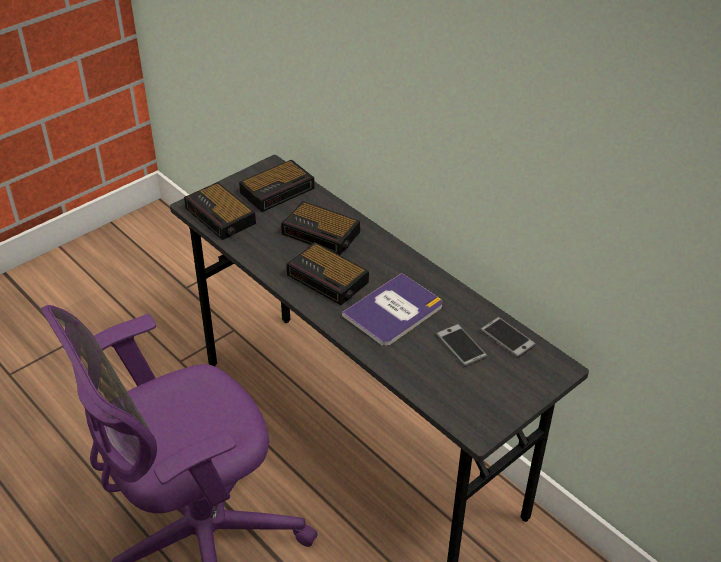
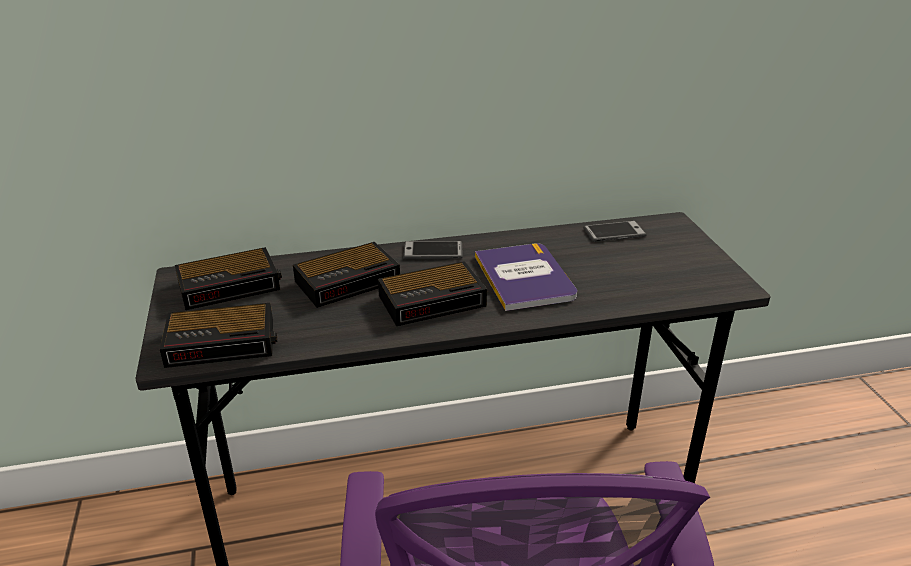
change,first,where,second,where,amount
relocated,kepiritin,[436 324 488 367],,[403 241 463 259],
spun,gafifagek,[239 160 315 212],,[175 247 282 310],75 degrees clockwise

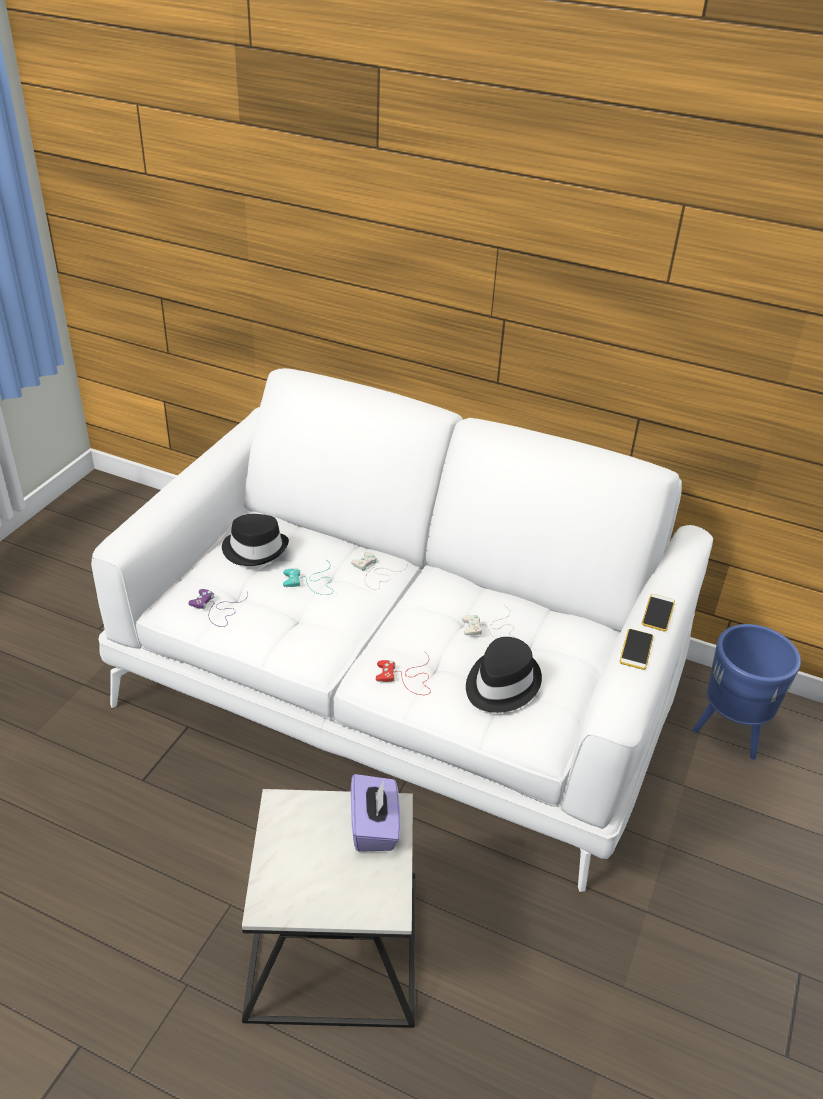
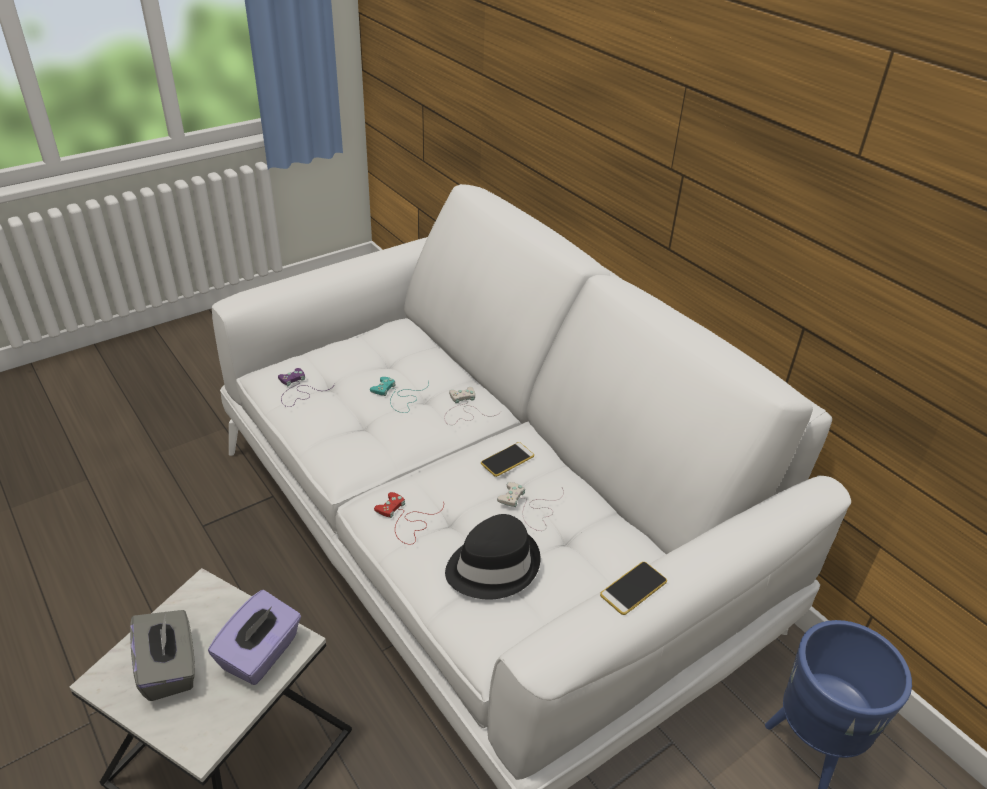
change,first,where,second,where,amount
missing,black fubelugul,[222 514 289 566],,,
appeared,,,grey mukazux,[130 610 195 701],
relocated,kepiritin,[642 594 675 631],,[481 442 534 477],

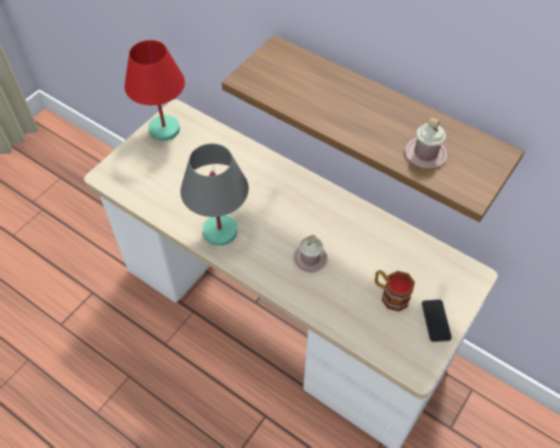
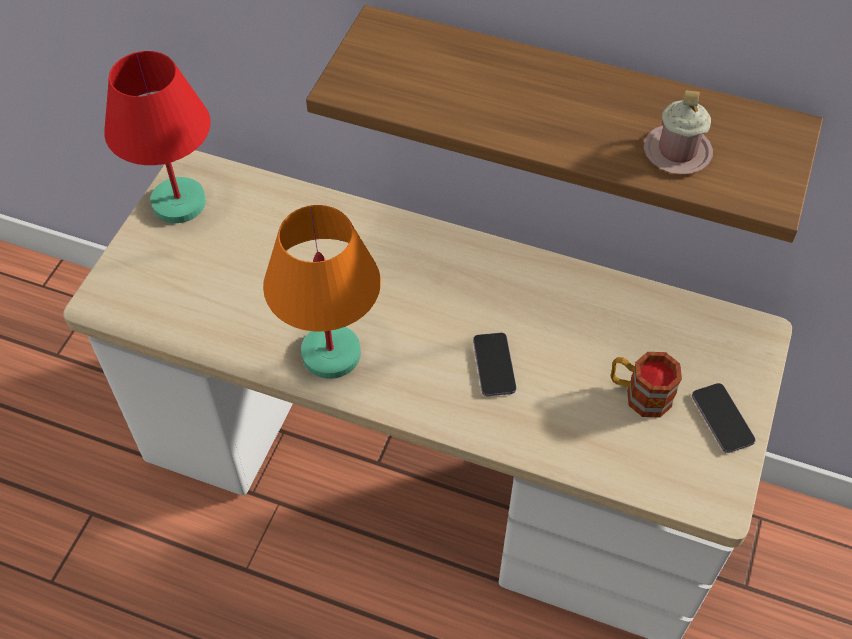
change,first,where,second,where,amount
exchanged,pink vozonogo,[293 234 327 272],kepiritin,[473 333 516 396],
colour,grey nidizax,[180 143 249 246],orange nidizax,[263 205 381 379],

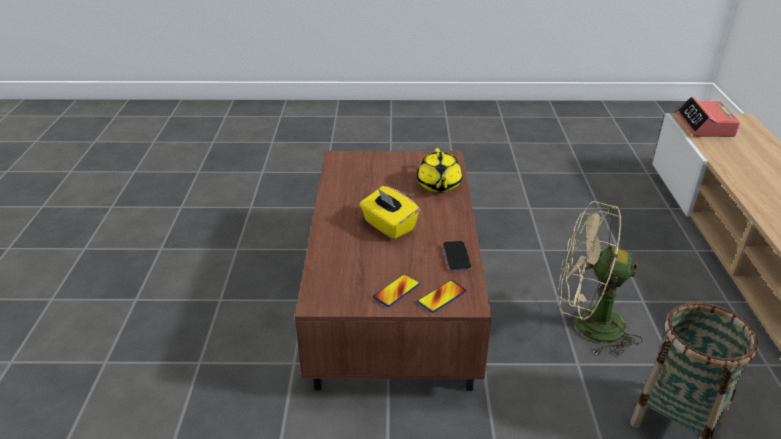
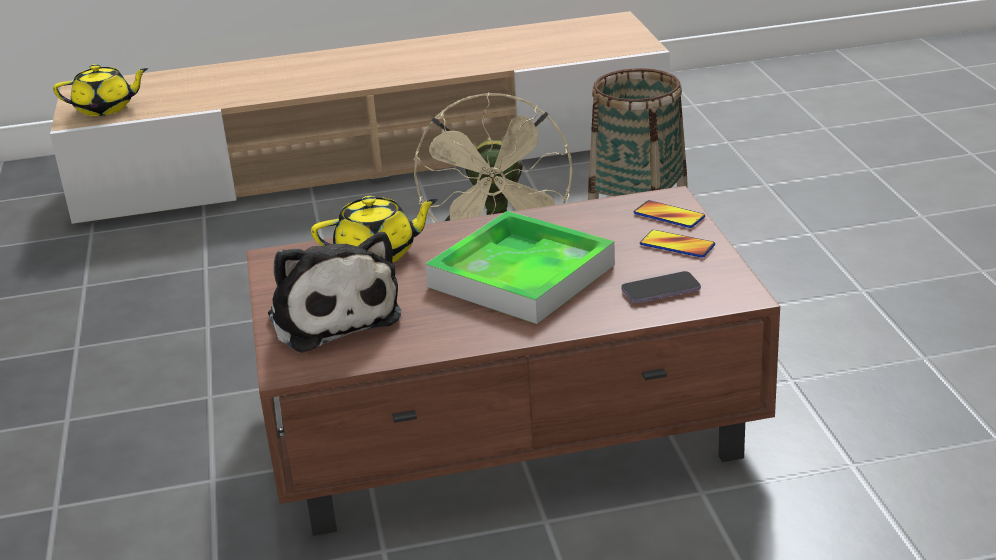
change,first,where,second,where,amount
appeared,,,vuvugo,[268 232 402 353],
relocated,kepiritin,[443 241 471 271],,[622 271 701 303],
exchanged,yellow mukazux,[359 186 420 239],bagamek,[425 211 615 324],
exchanged,gafifagek,[676 97 740 137],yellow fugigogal,[53 64 149 116],

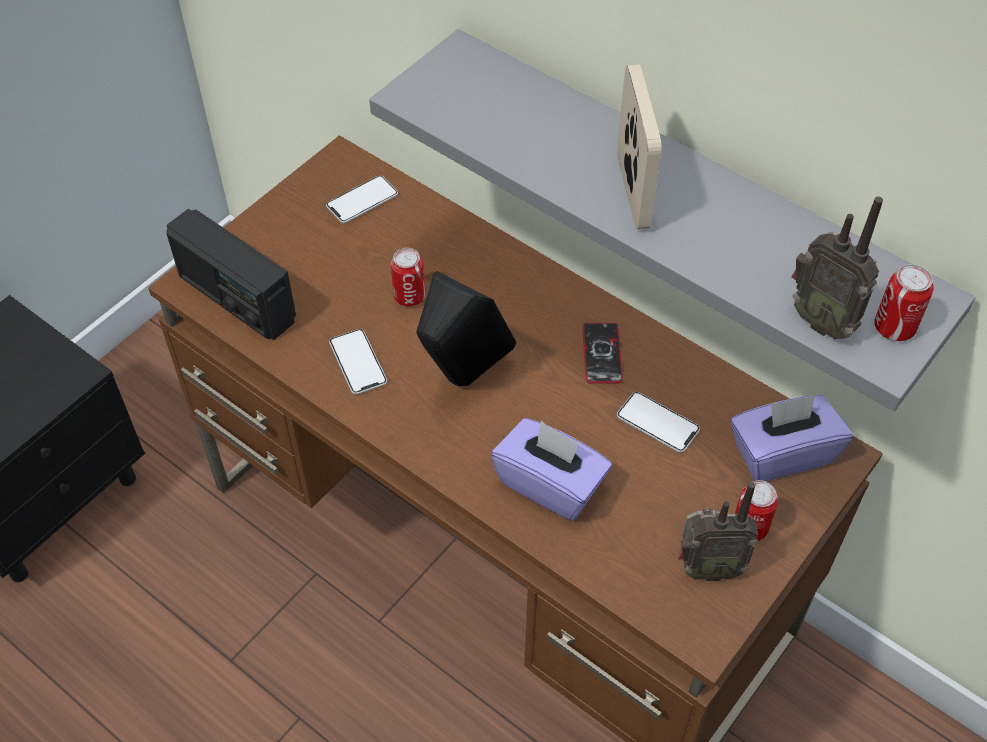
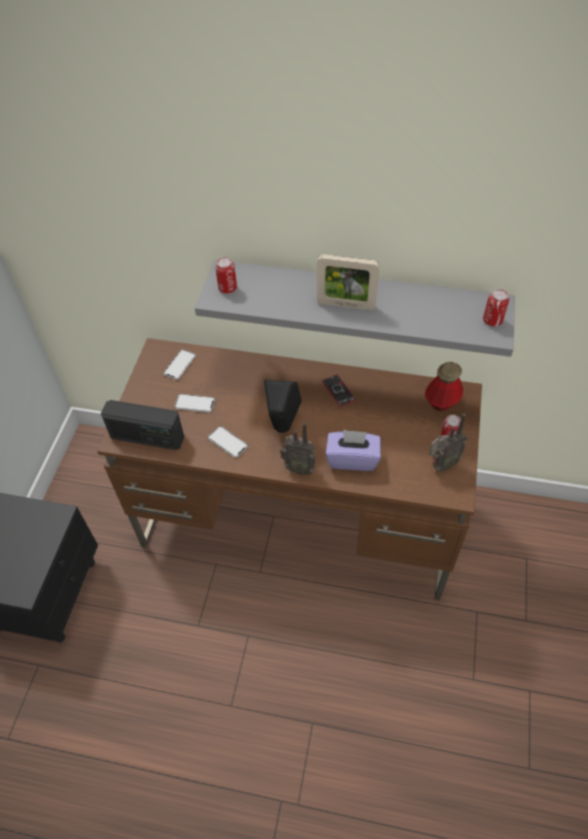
change,first,where,second,where,amount
relocated,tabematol,[391 248 426 307],,[215 257 237 294],
relocated,kepiritin,[617 392 700 453],,[174 394 215 413],
relocated,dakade,[792 197 883 339],,[280 422 315 475],
exchanged,purple mukazux,[730 395 853 481],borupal,[425 362 463 411],
spun,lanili,[617 65 661 229],,[317 254 379 310],135 degrees clockwise

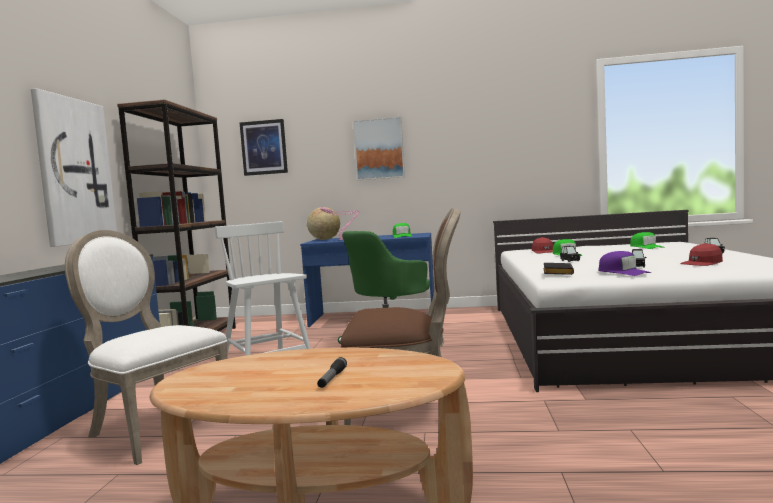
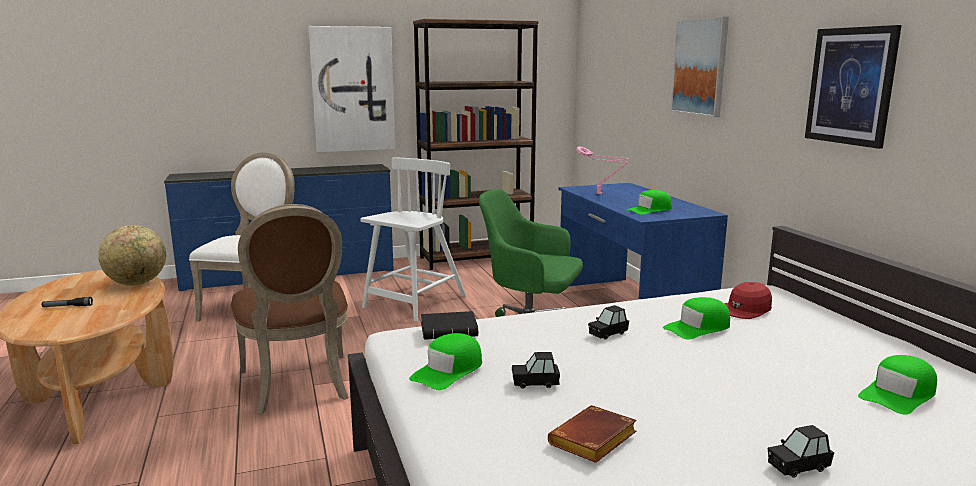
change,first,where,second,where,amount
relocated,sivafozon,[240 119 288 176],,[805 25 902 149],
relocated,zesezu,[307 207 340 240],,[98 225 166 286],
exchanged,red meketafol,[680 243 723 266],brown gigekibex,[548 405 637 463],
colour,purple meketafol,[599 251 651 276],green meketafol,[409 333 482 390],

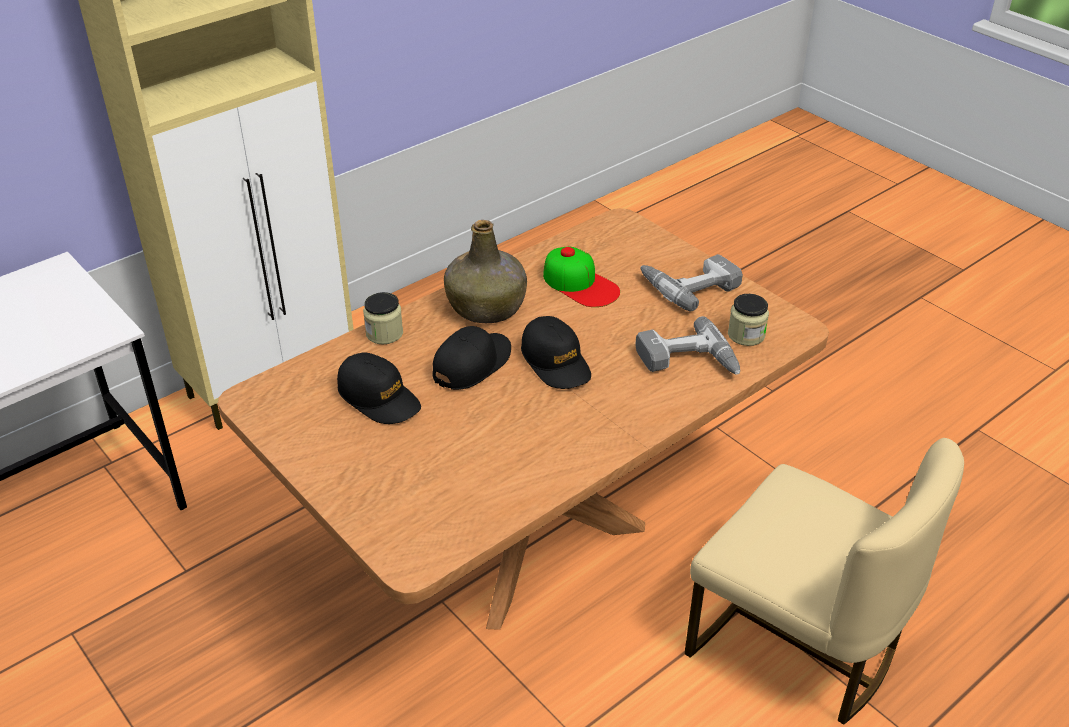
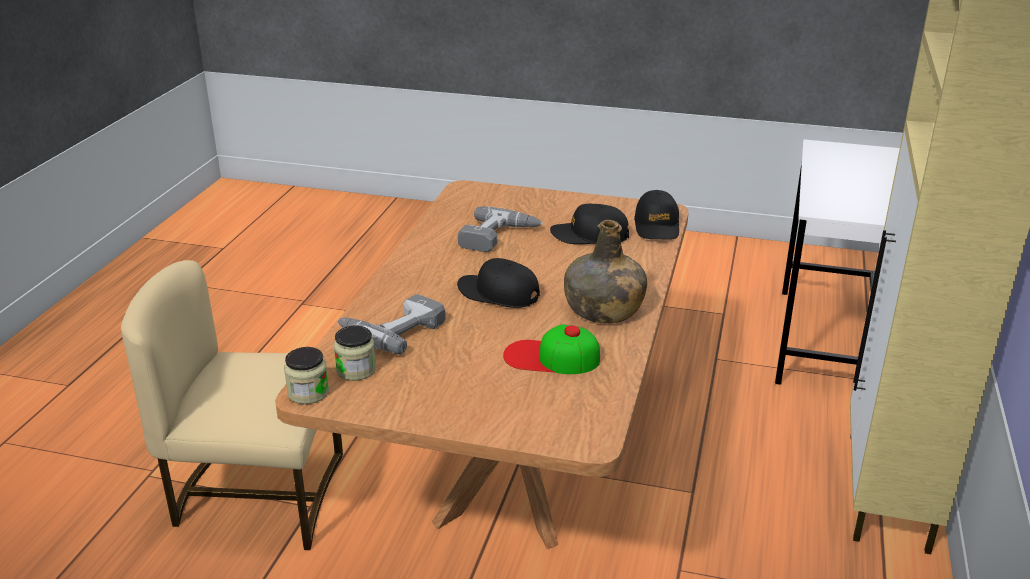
change,first,where,second,where,amount
relocated,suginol,[363 292 403 344],,[284 347 329 404],
relocated,black meketafol,[432 326 511 390],,[634 190 679 240],
relocated,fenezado,[641 254 743 312],,[458 206 543 252],

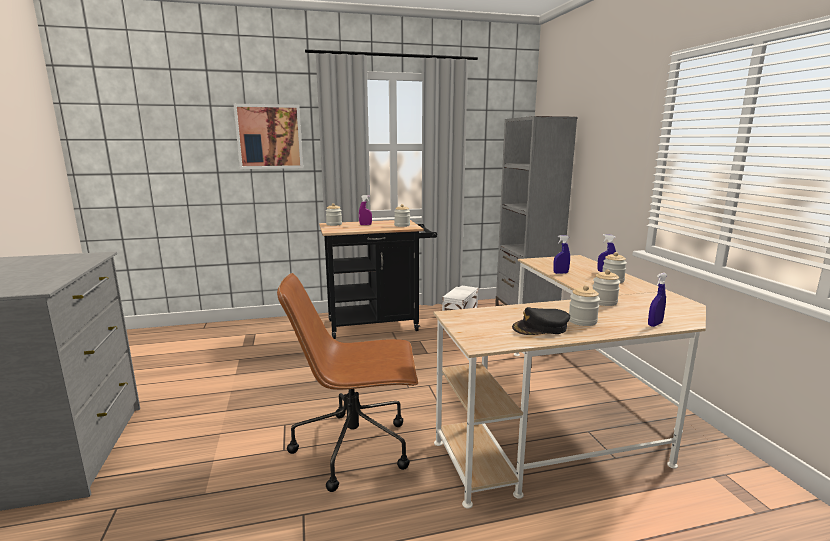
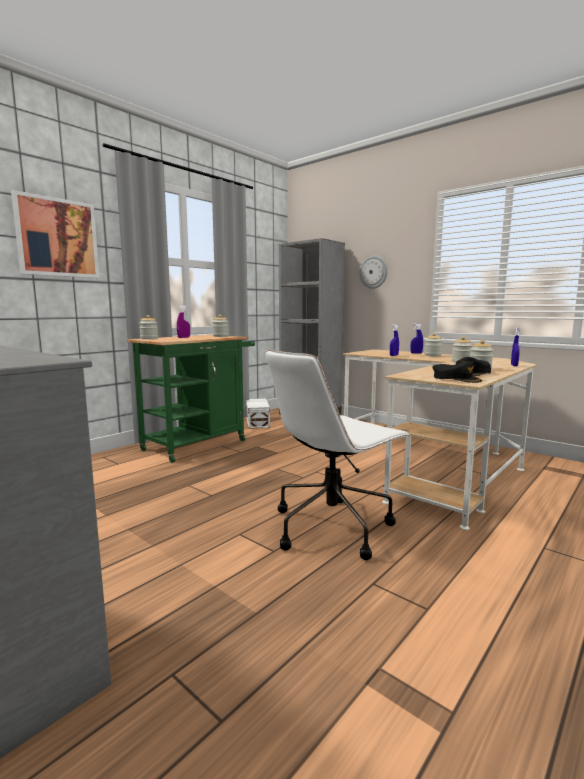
change,first,where,second,where,amount
appeared,,,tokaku,[359 255 388 289],
appeared,,,black meketafol,[432 361 482 383],
colour,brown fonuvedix,[277 273 418 492],white fonuvedix,[266 350 410 560],
colour,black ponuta,[319 220 437 339],green ponuta,[127 335 255 463],

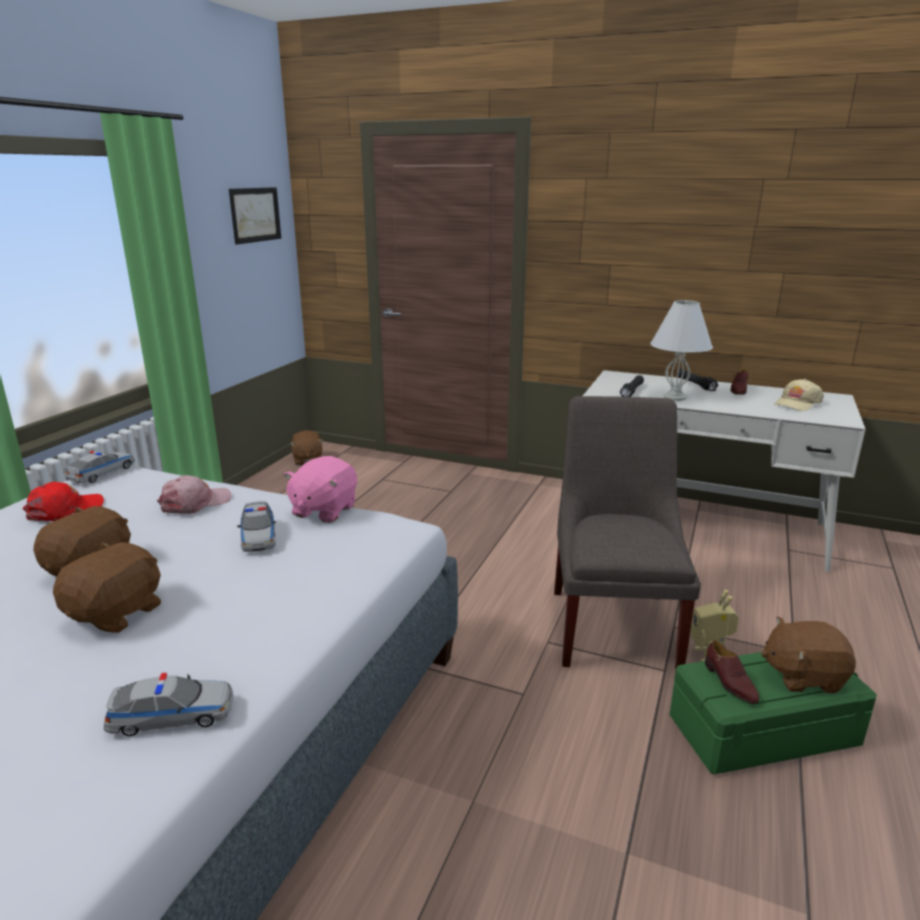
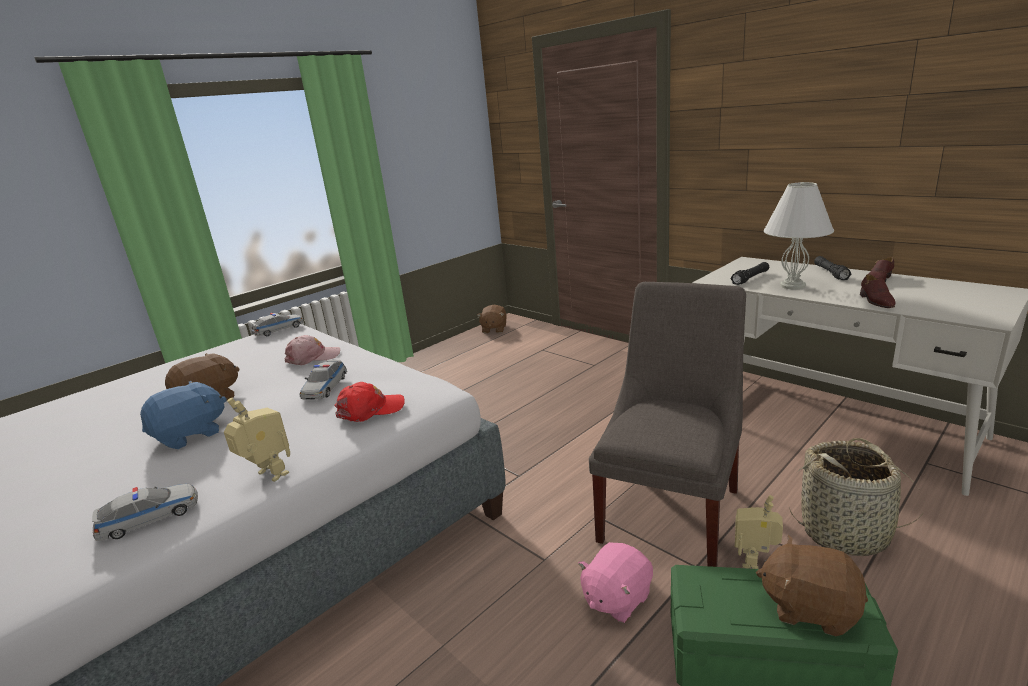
change,first,where,second,where,amount
missing,sivafozon,[229 187 281 245],,,
missing,beige meketafol,[774 379 824 411],,,
appeared,,,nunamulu,[224 398 290 482],
appeared,,,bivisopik,[789 438 925 556],
relocated,red meketafol,[22 482 104 521],,[334 382 405 422],
relocated,pink vuvugo,[283 456 357 523],,[578 542 653 623],
relocated,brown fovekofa,[705 640 759 704],,[860 274 895 308],
colour,brown vuvugo,[53 542 161 633],blue vuvugo,[140 381 227 449],
spun,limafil,[103 673 234 736],,[92 484 198 541],45 degrees counterclockwise

